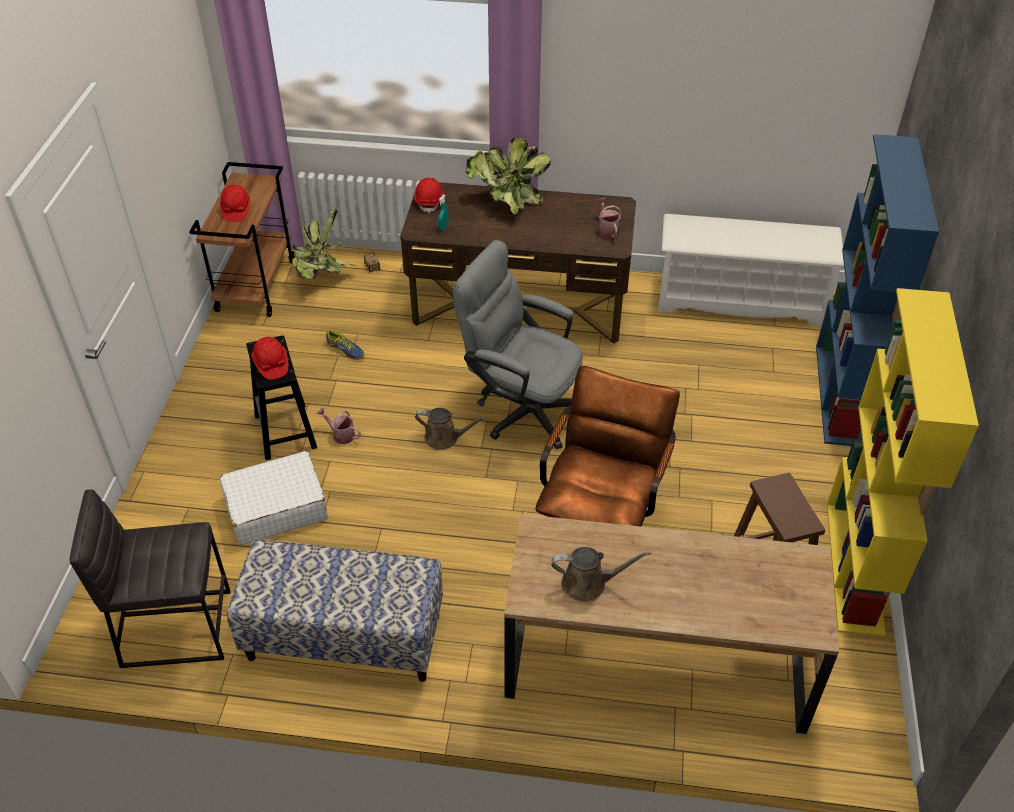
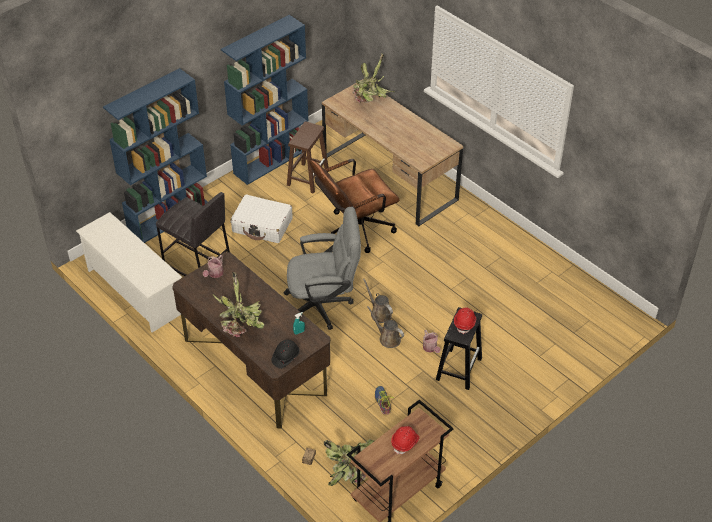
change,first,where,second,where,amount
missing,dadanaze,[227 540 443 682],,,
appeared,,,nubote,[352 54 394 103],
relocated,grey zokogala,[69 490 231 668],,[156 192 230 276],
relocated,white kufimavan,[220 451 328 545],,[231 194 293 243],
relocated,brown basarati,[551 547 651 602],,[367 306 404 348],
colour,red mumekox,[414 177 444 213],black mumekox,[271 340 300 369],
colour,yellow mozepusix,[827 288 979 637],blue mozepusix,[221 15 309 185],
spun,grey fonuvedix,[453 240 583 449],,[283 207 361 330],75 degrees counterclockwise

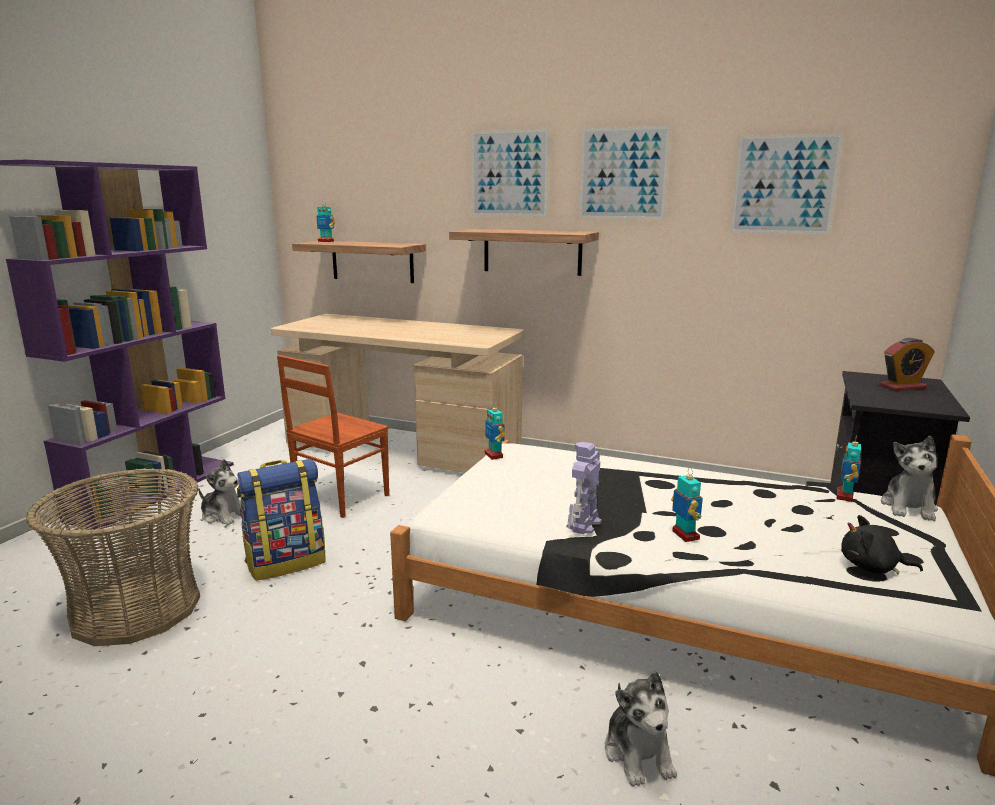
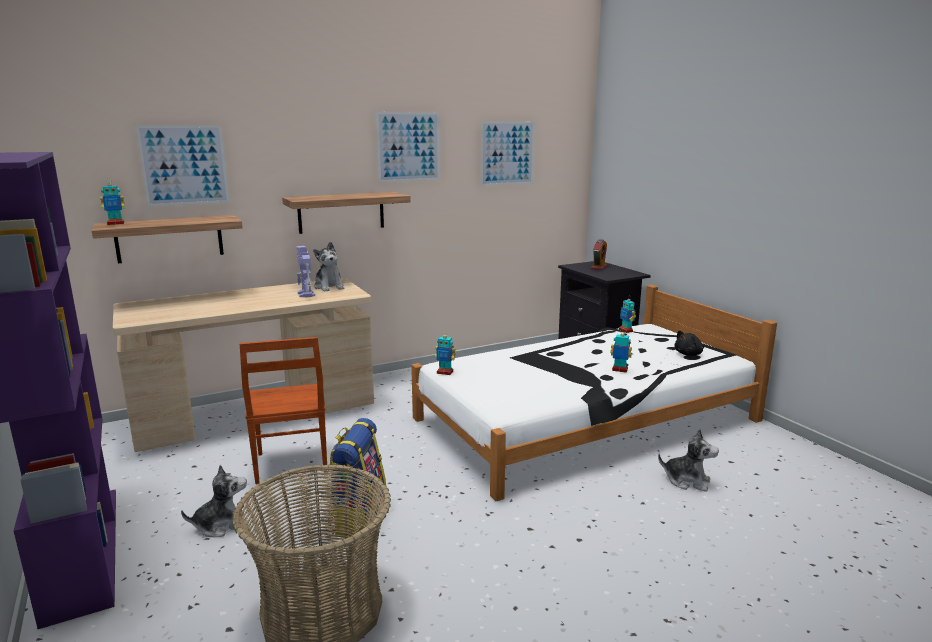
change,first,where,second,where,amount
relocated,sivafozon,[471 129 549 217],,[136 125 230 207],
relocated,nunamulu,[567 442 602 535],,[296 246 315 298],
relocated,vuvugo,[881 436 938 521],,[313 242 344 292],

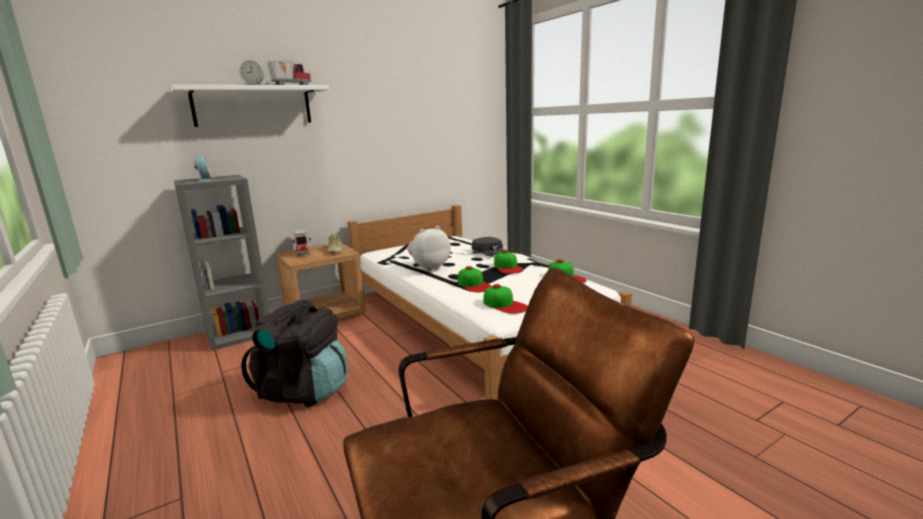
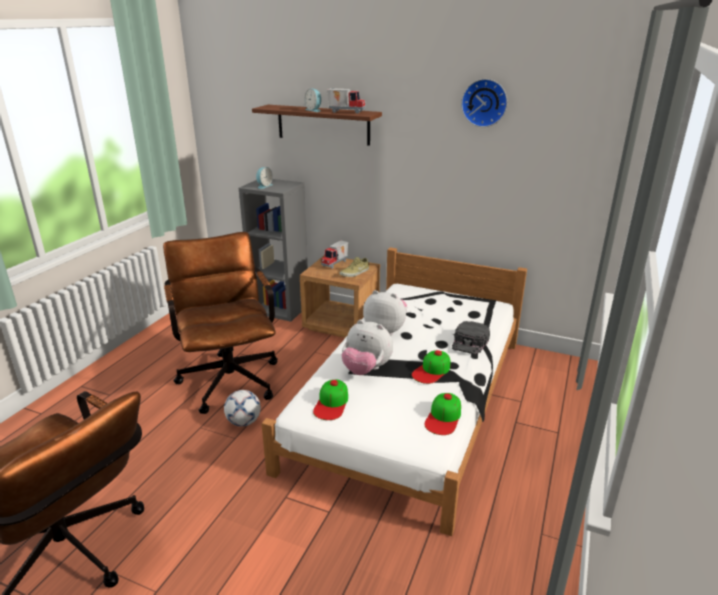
change,first,where,second,where,amount
appeared,,,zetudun,[224 390 261 426],
appeared,,,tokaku,[461 79 508 127],
exchanged,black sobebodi,[241 300 348 407],brown fonuvedix,[163 232 278 414],
exchanged,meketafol,[458 266 492 292],vuvugo,[341 320 393 375],
colour,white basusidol,[171 85 329 127],brown basusidol,[252 105 382 146],

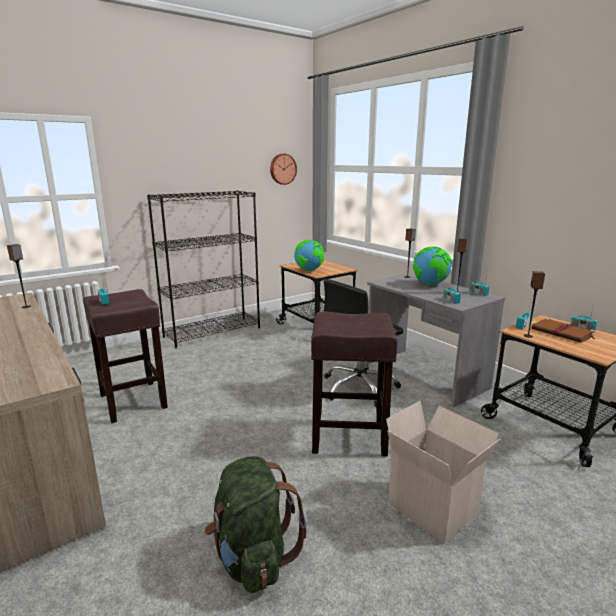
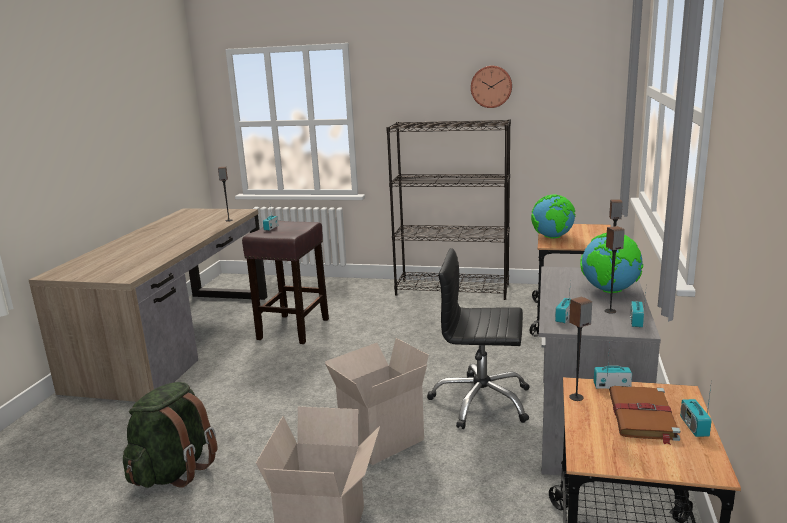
change,first,where,second,where,amount
relocated,tokaku,[270 154 297 185],,[471 66 512 108],
exchanged,brown zokogala,[311 312 398 457],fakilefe,[325 338 429 465],

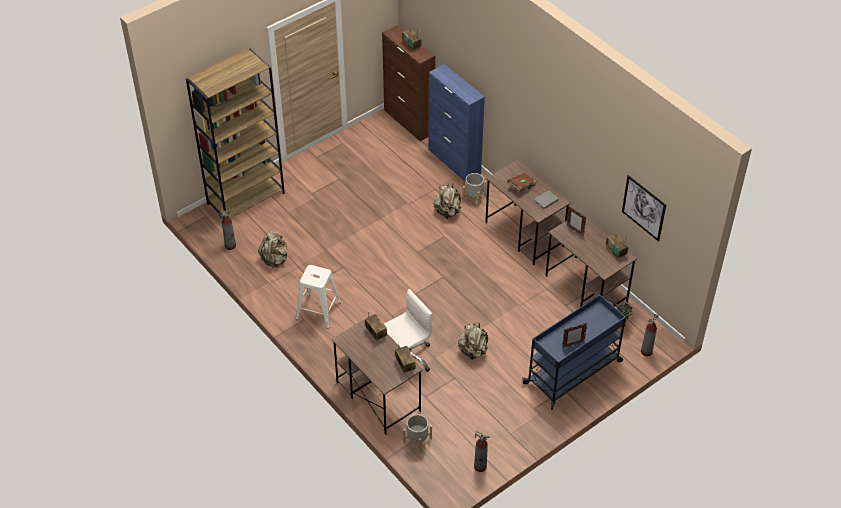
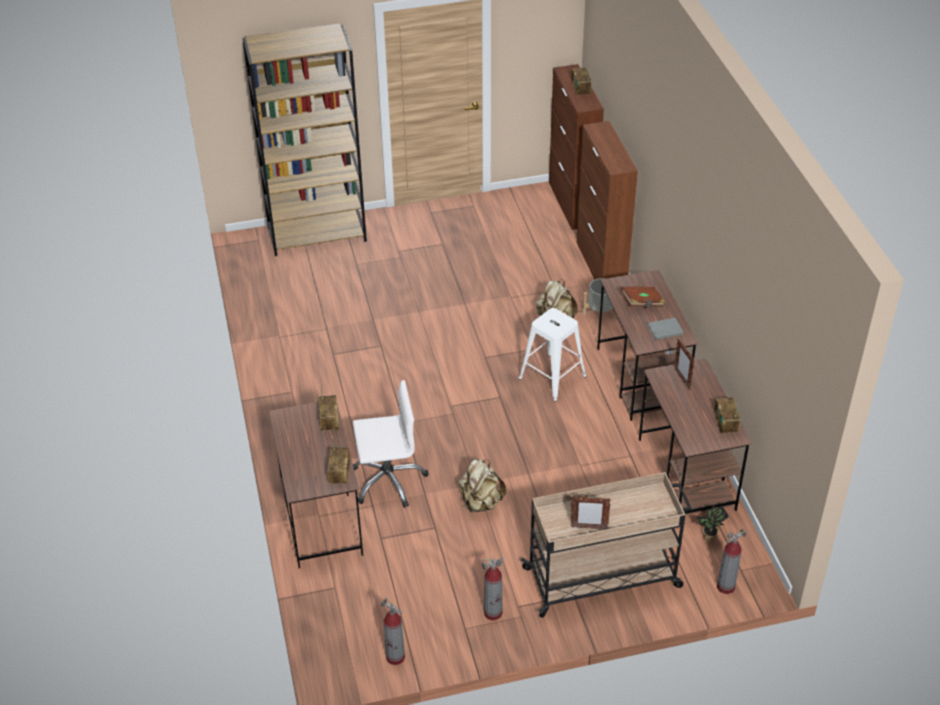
change,first,where,second,where,amount
missing,beige sobebodi,[258 231 287 268],,,
missing,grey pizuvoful,[403 414 432 453],,,
missing,sivafozon,[622 175 666 242],,,
relocated,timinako,[219 209 236 250],,[482 558 504 620],
relocated,white zokogala,[296 265 341 328],,[518 308 587 402],
colour,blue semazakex,[428 64 485 182],brown semazakex,[576 121 638 280],
colour,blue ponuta,[522 295 626 410],beige ponuta,[520 472 692 618],

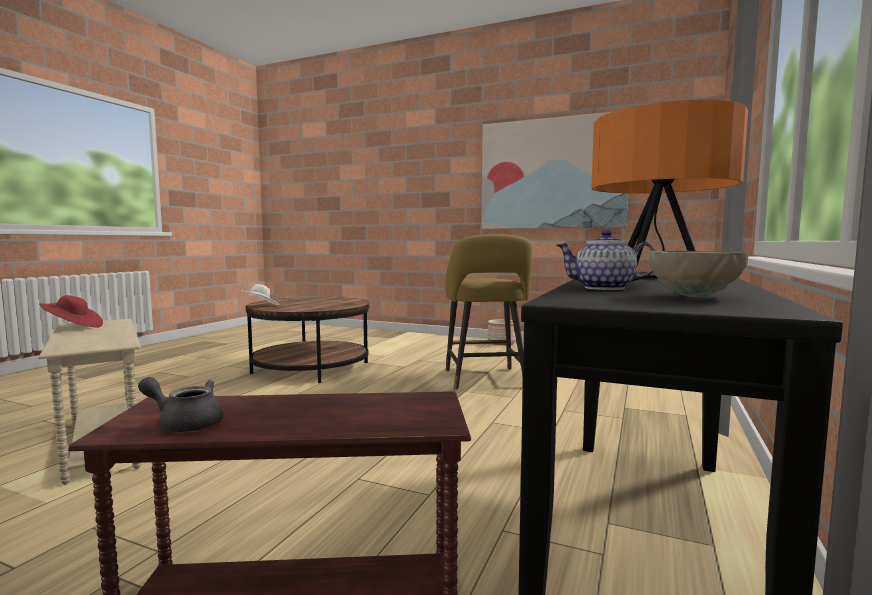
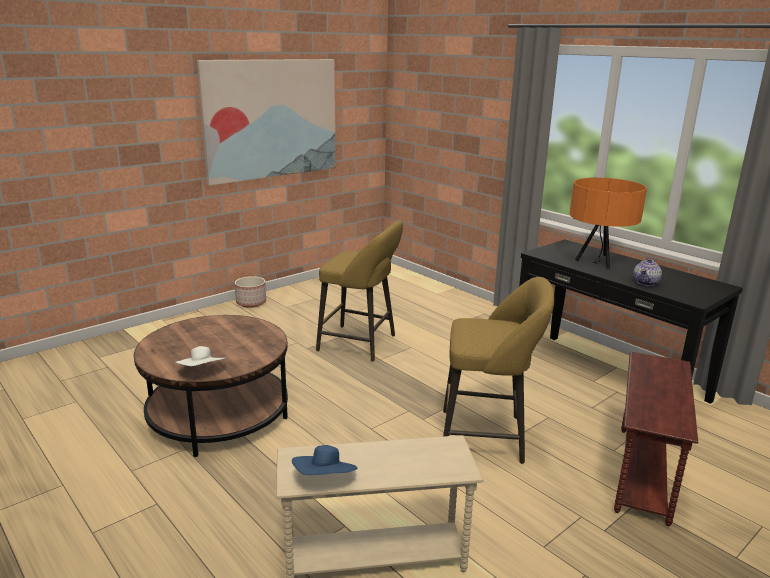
change,first,where,second,where,amount
missing,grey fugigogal,[138 377 223 433],,,
missing,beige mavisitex,[649 251 749 297],,,
appeared,,,yellow zokogala,[443 277 554 464],
colour,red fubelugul,[39 295 103 328],blue fubelugul,[292 445 357 475],

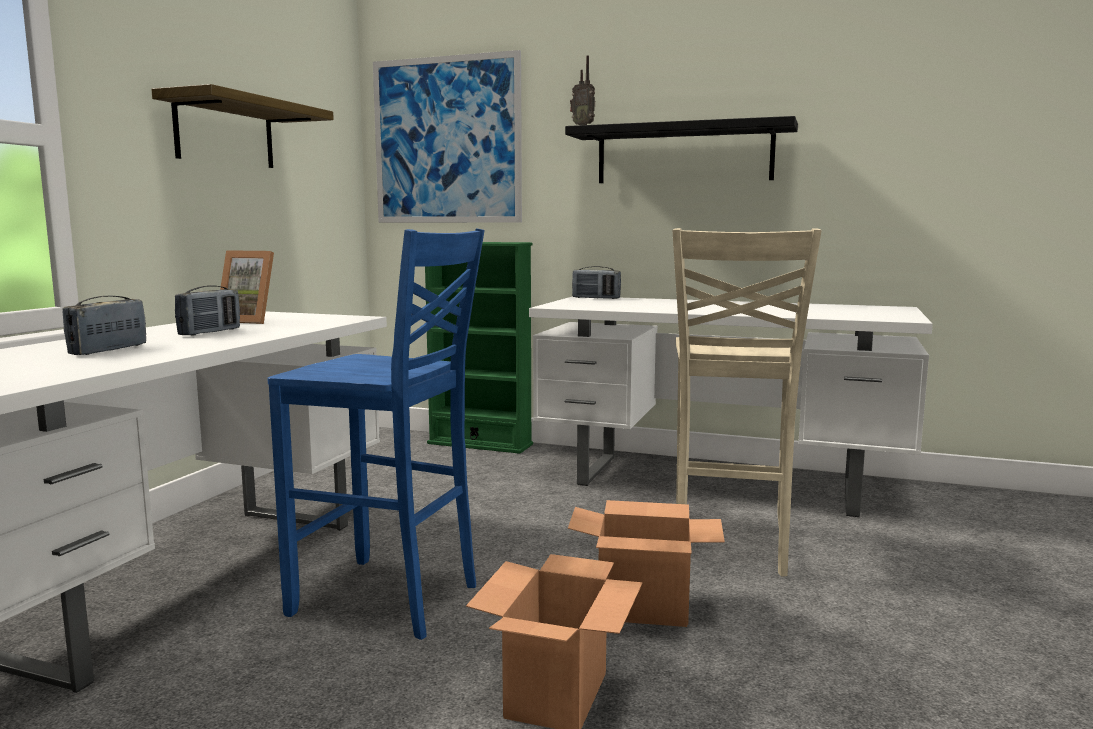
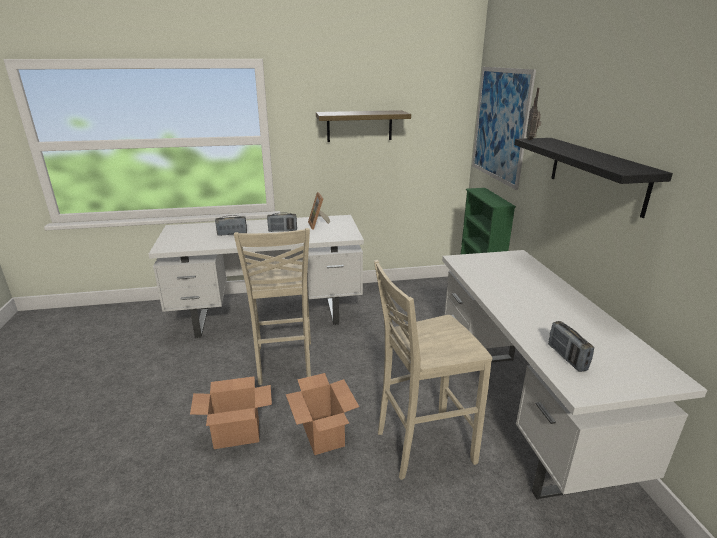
change,first,where,second,where,amount
relocated,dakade,[572 266 621 299],,[548 321 594 372],
colour,blue zokogala,[268 228 484 640],beige zokogala,[234 228 311 385],

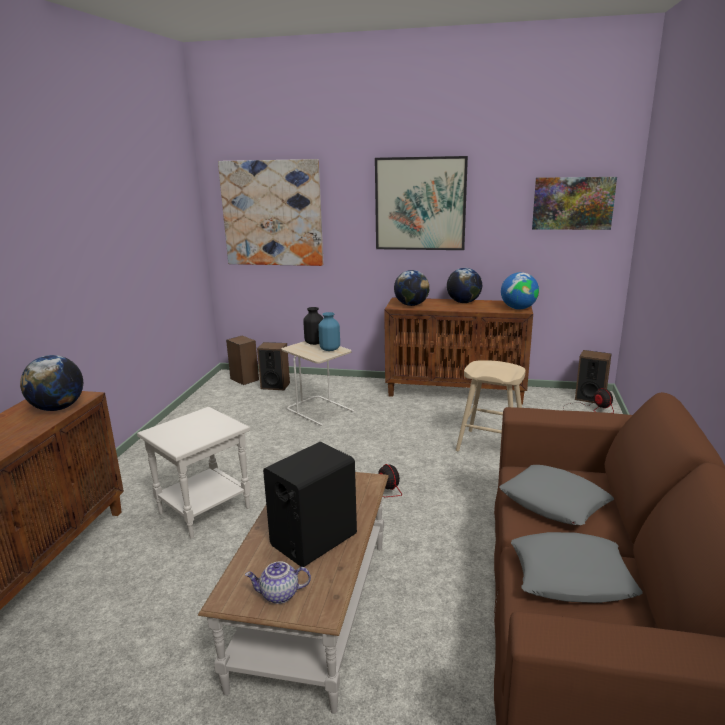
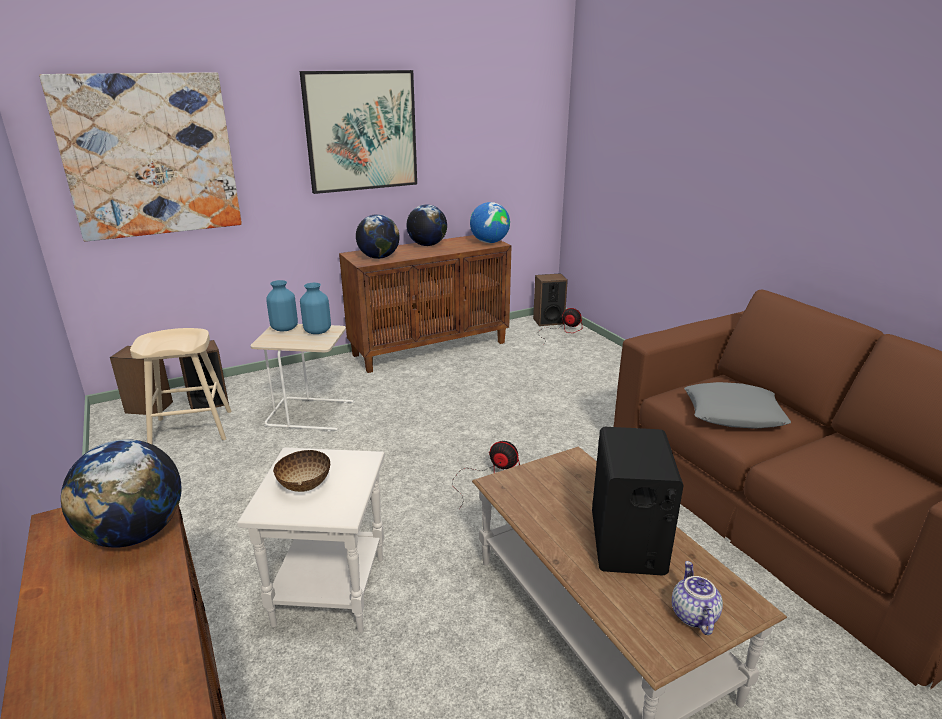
change,first,where,second,where,amount
missing,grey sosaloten,[511 532 643 603],,,
missing,sivafozon,[532 177 617 230],,,
appeared,,,mavisitex,[273 450 330 492],
relocated,beige zokogala,[456 360 525 451],,[130 328 232 444],
colour,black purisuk,[303 307 323 345],blue purisuk,[266 280 298 332],
spun,fugigogal,[245 561 311 604],,[672 561 723 635],135 degrees clockwise

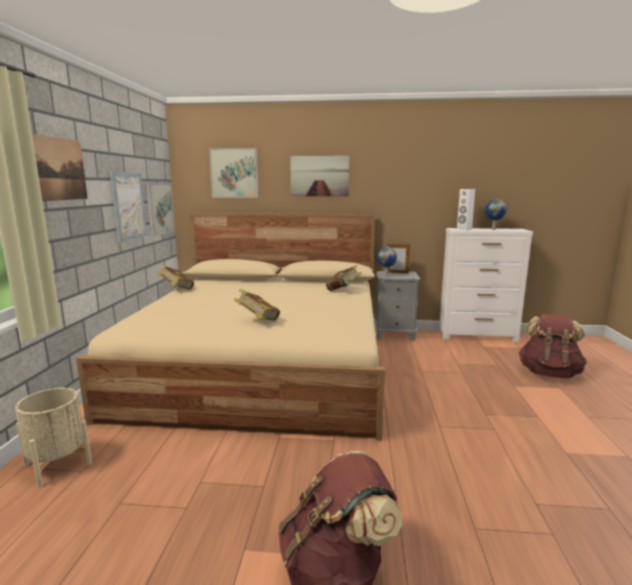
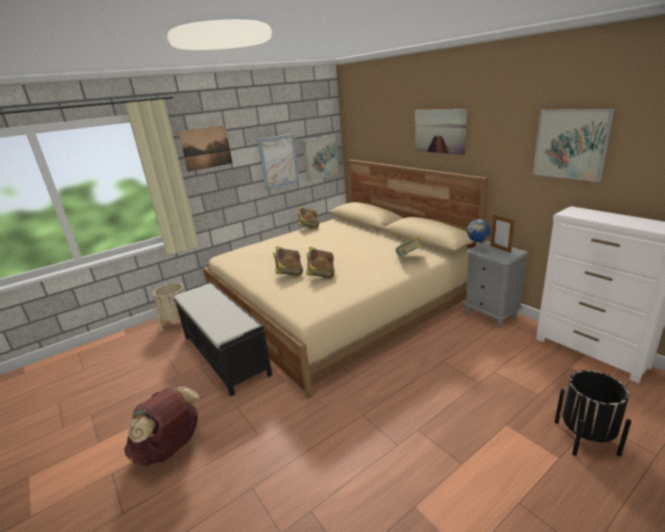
change,first,where,second,where,amount
missing,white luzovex,[457 189 475 230],,,
missing,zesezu,[485 199 507 230],,,
appeared,,,black dadanaze,[173 282 272 396],
appeared,,,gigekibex,[306 247 335 278],
relocated,sivafozon,[209 148 258 198],,[533 109 615 182],
exchanged,brown sobebodi,[519 314 587 378],black pizuvoful,[555 370 631 456],

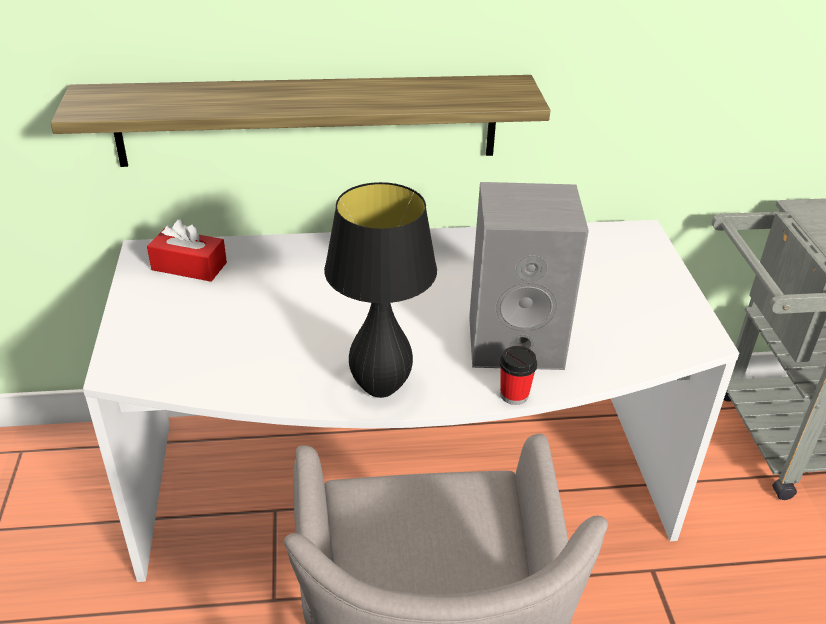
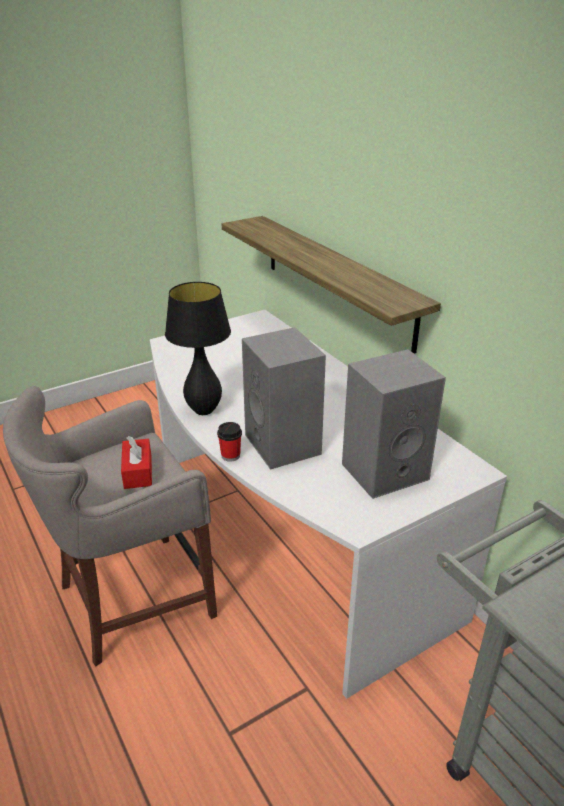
change,first,where,second,where,amount
appeared,,,grey luzovex,[342 349 446 499],
relocated,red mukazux,[147 219 227 282],,[121 436 152 489],

